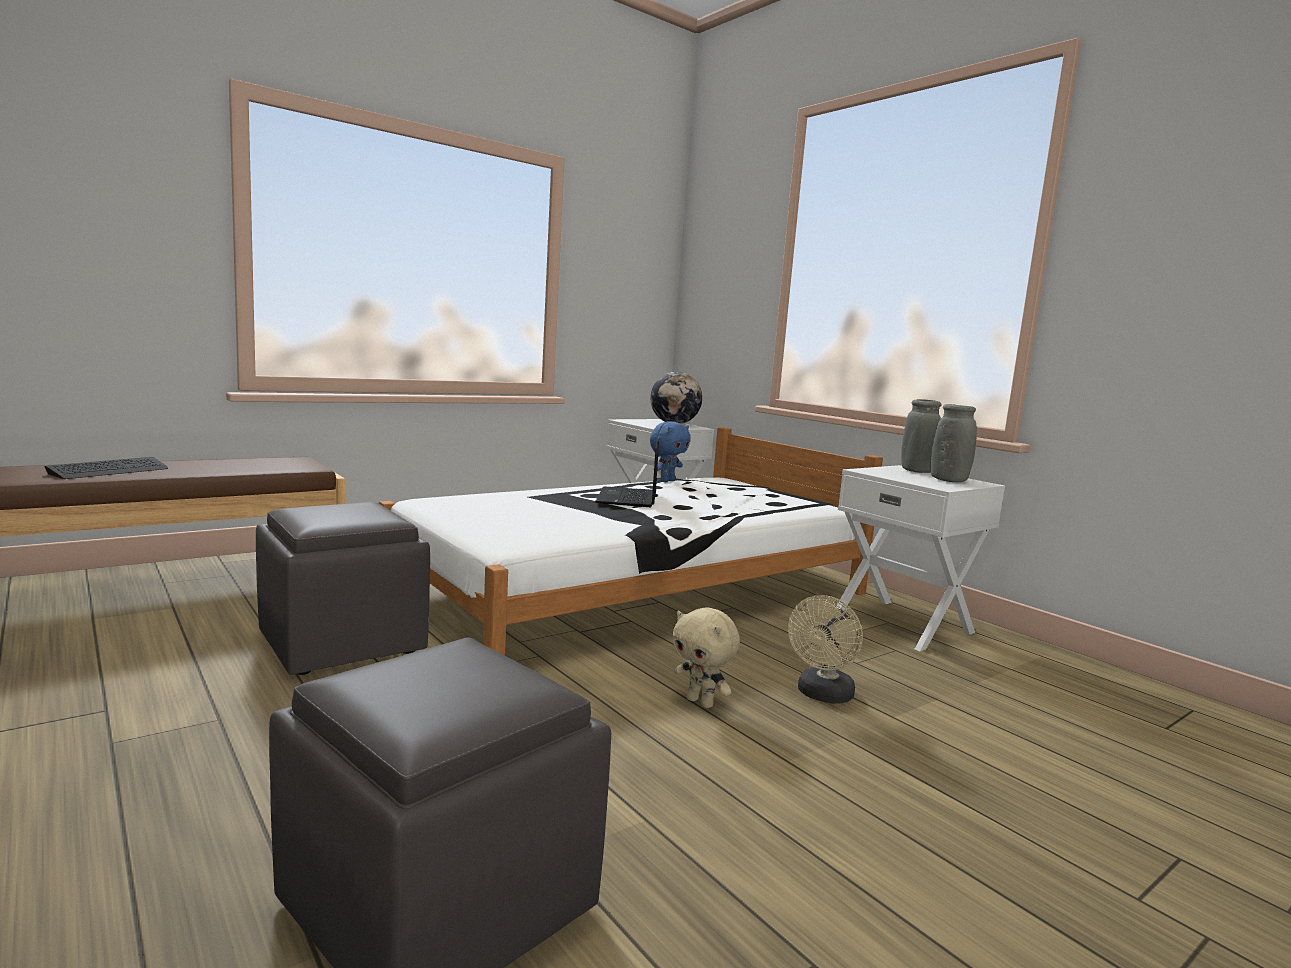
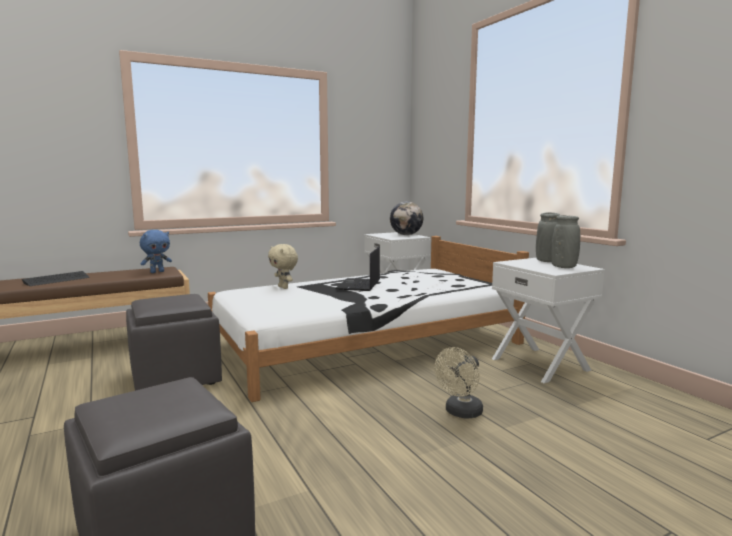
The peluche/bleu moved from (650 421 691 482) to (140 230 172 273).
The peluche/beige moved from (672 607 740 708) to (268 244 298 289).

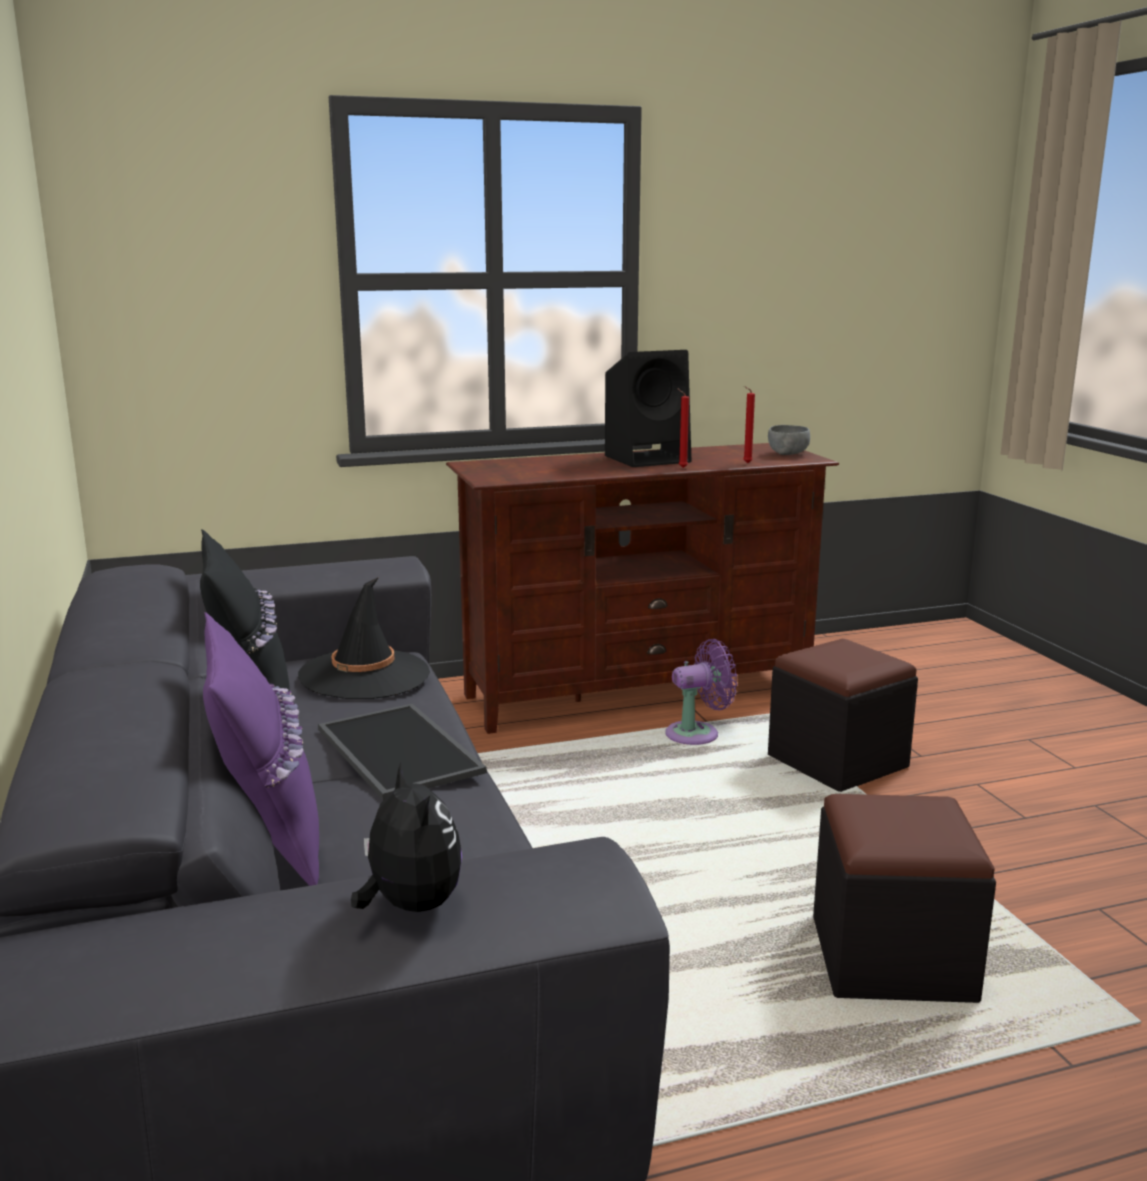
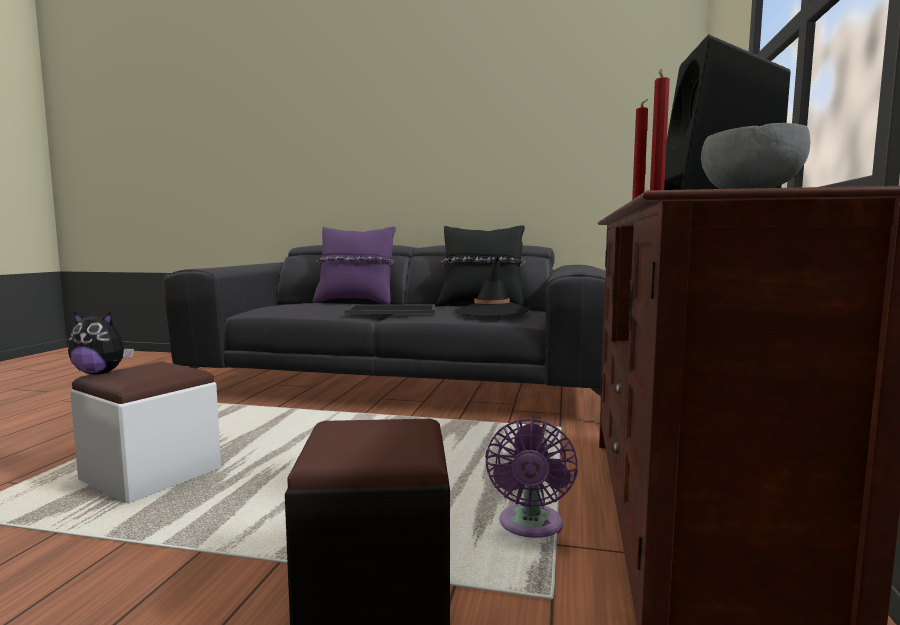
The peluche moved from (351 763 462 912) to (68 312 134 374).
The pouf/noir at (813 794 996 1003) became the pouf/blanc at (70 362 221 503).

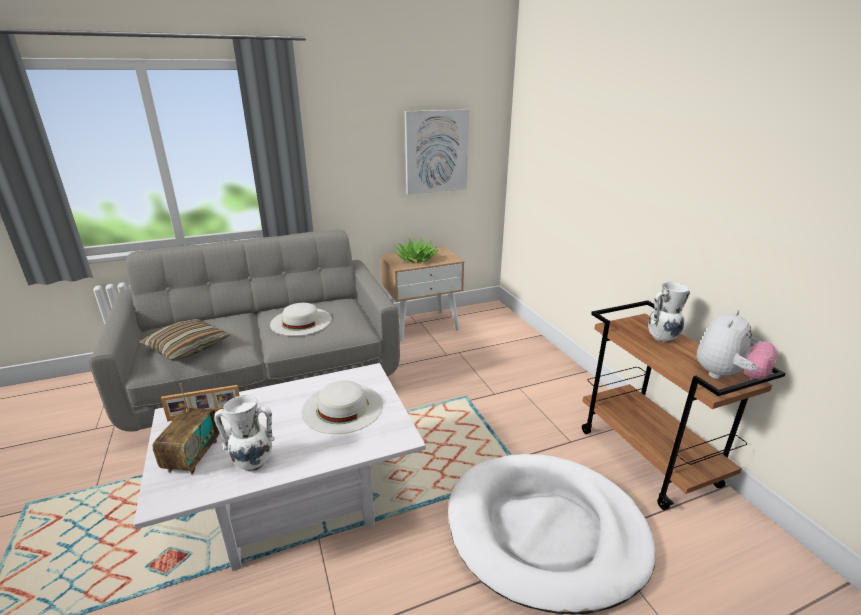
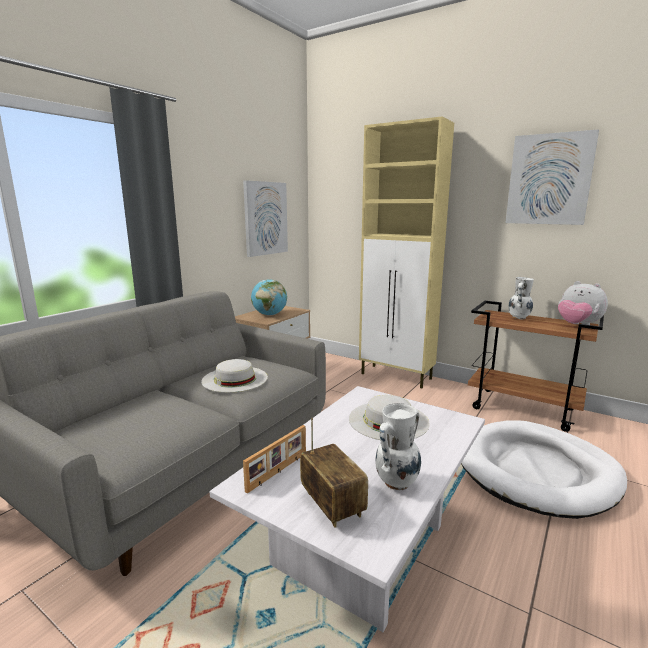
The coussin at (139 319 230 361) disappeared.
The plante en pot at (395 237 438 263) was replaced by the globe at (251 279 287 315).
The peluche at (697 310 777 379) turned 135 degrees clockwise.
The meuble de rangement/beige at (359 117 454 388) appeared.
The tableau at (505 129 599 225) appeared.

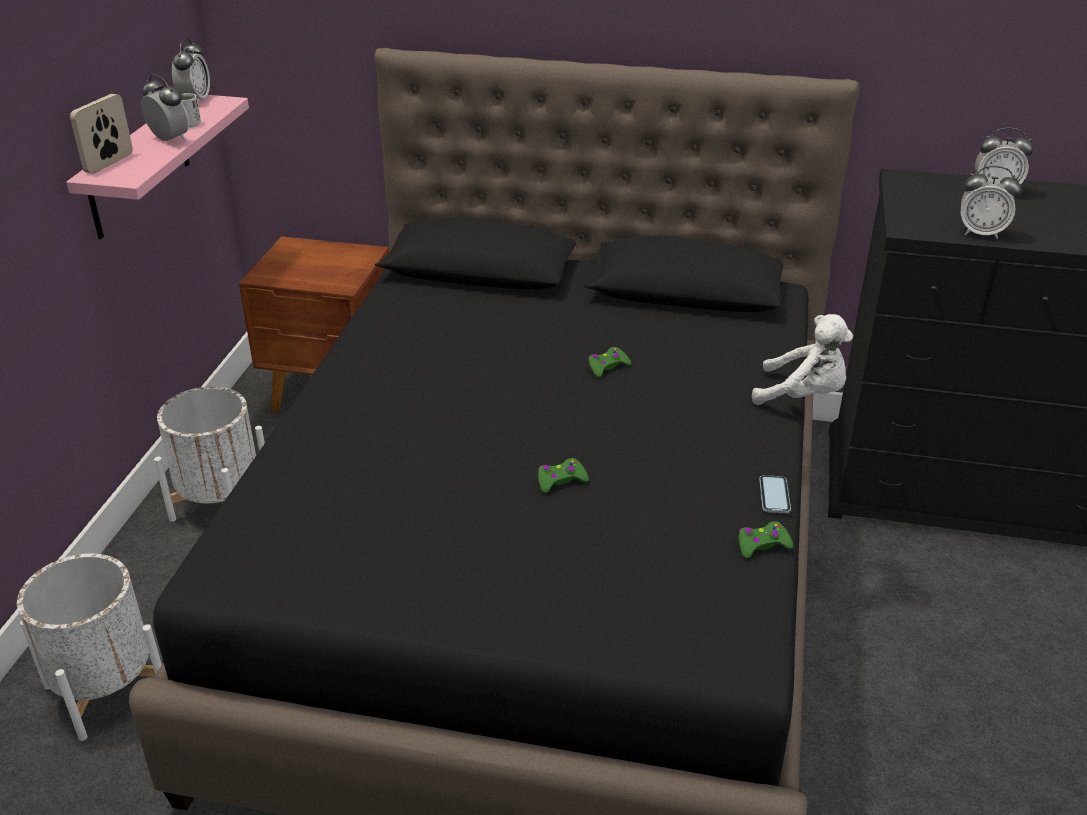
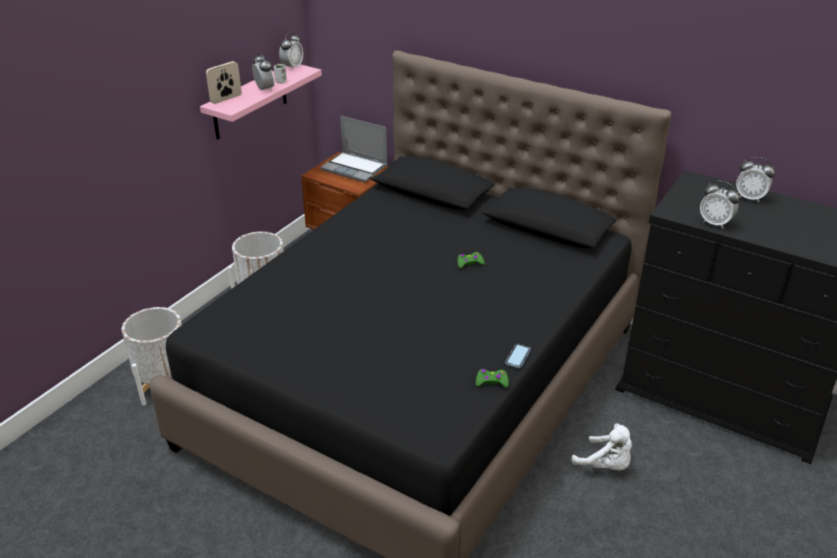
The manette/vert at (538 458 589 493) disappeared.
The peluche/blanc moved from (752 314 853 405) to (571 423 632 470).
The ordinateur portable at (320 116 388 182) appeared.

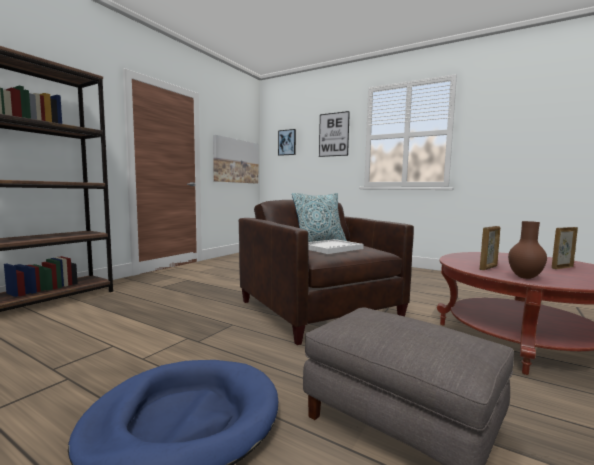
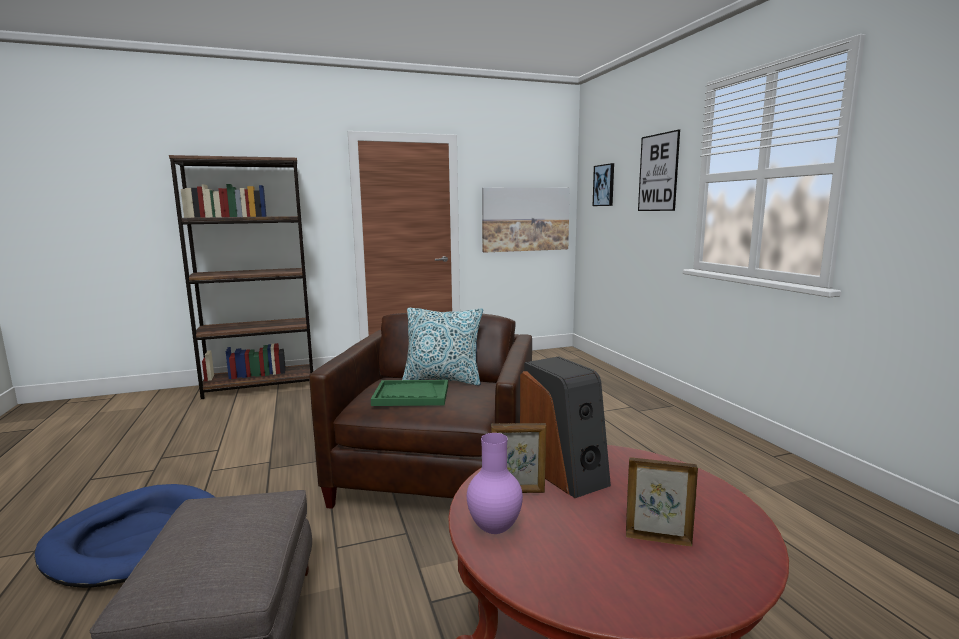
The plateau/blanc at (308 239 364 254) became the plateau/vert at (371 380 448 406).
The vase/marron at (508 221 547 279) became the vase/violet at (467 433 523 534).
The enceinte at (520 356 611 498) appeared.

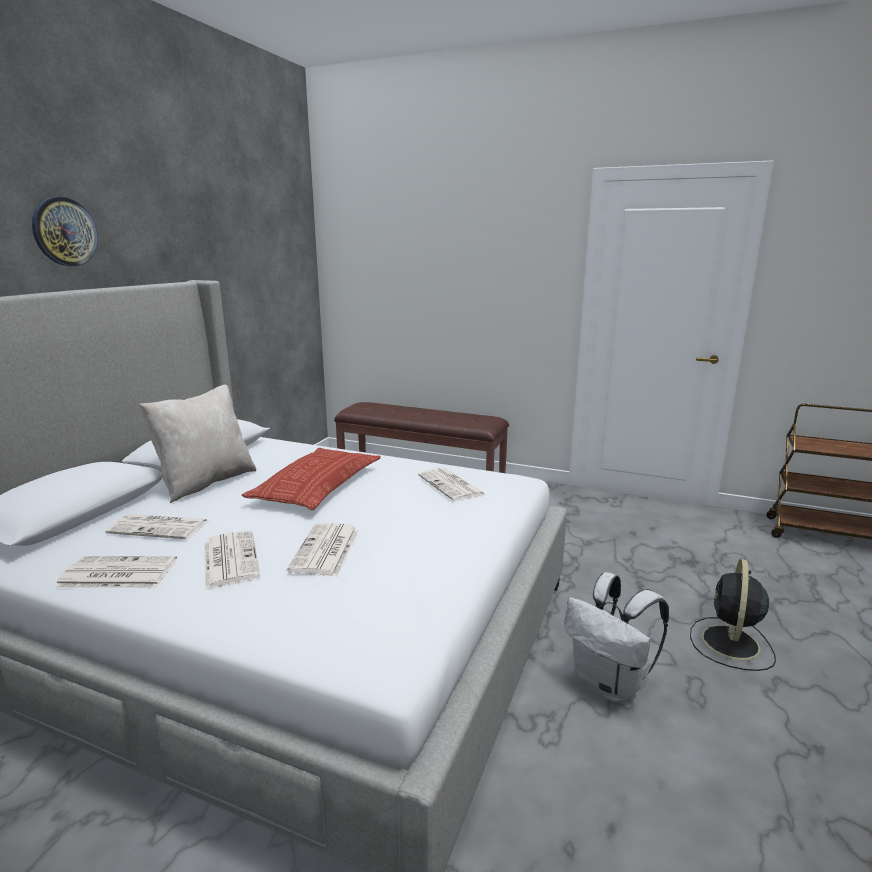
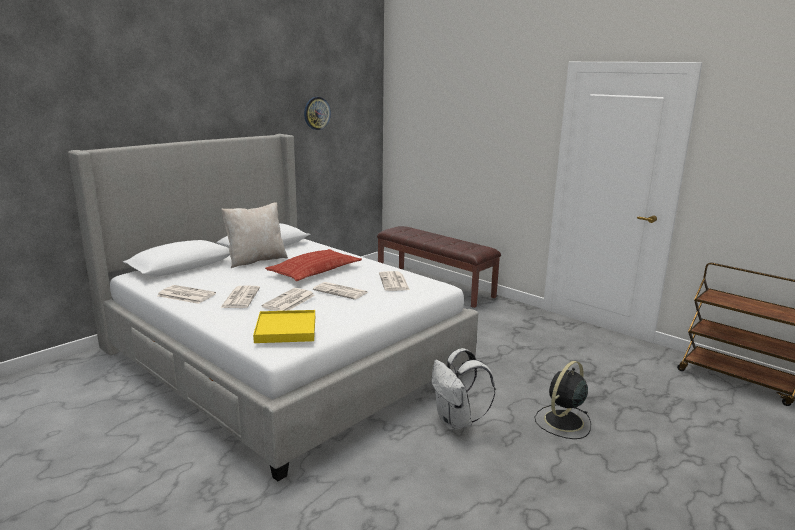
The horloge murale moved from (32 197 98 266) to (304 97 331 130).
The journal moved from (105 514 208 539) to (313 282 368 300).
The plateau/jaune at (253 310 315 343) appeared.

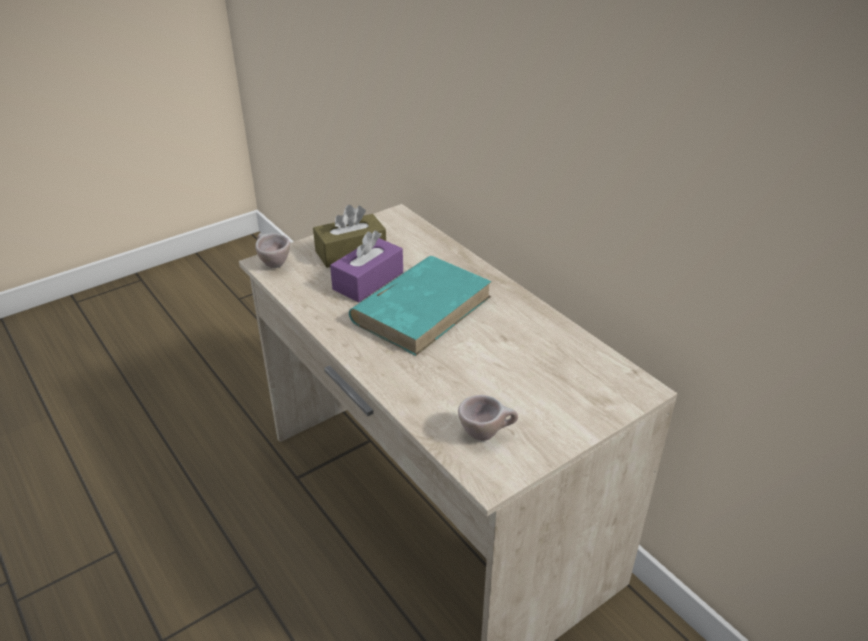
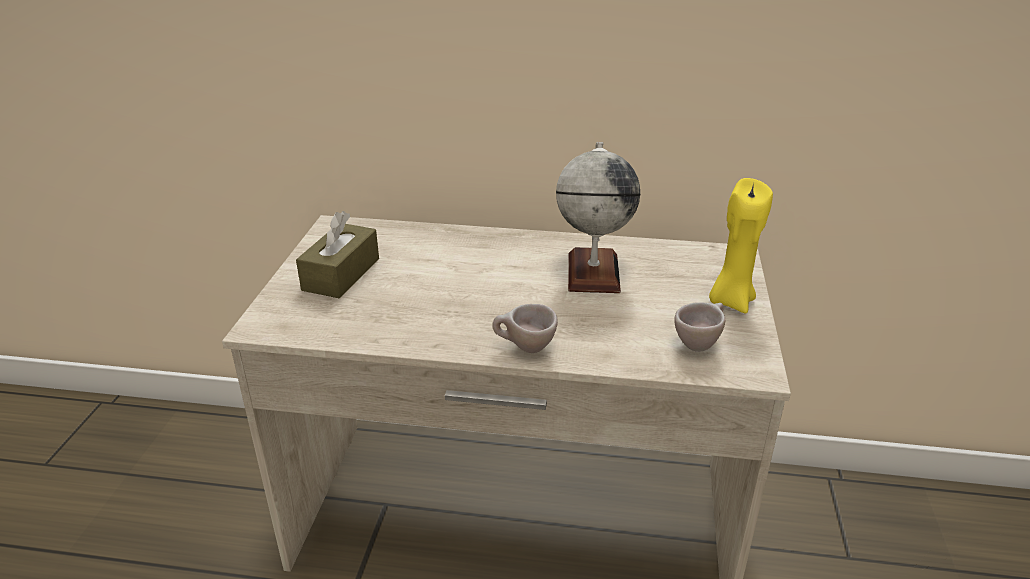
The tasse/beige moved from (255 233 290 268) to (492 304 558 353).
The boîte à mouchoirs/violet at (330 231 403 302) disappeared.
The livre/turquoise at (349 256 492 356) disappeared.
The globe at (556 142 640 293) appeared.
The bougie/jaune at (709 178 773 314) appeared.

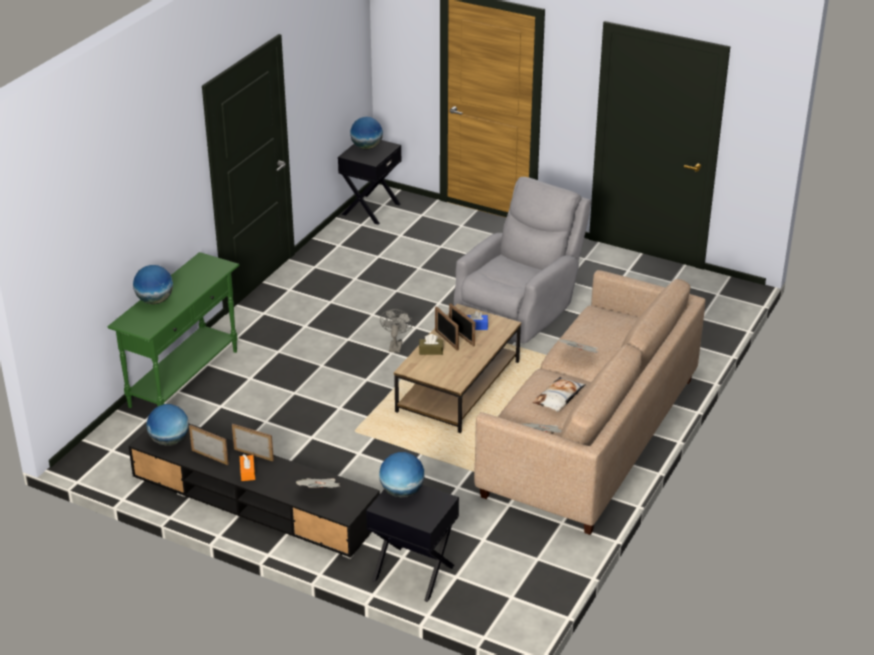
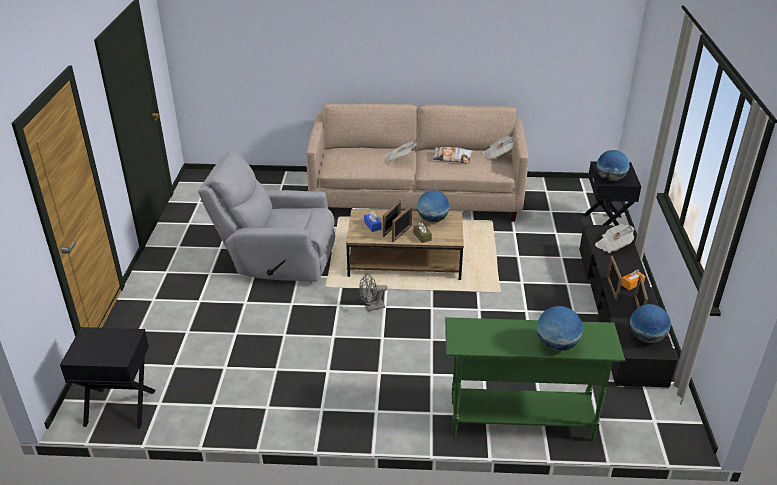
The globe moved from (350 117 383 149) to (417 191 449 223).

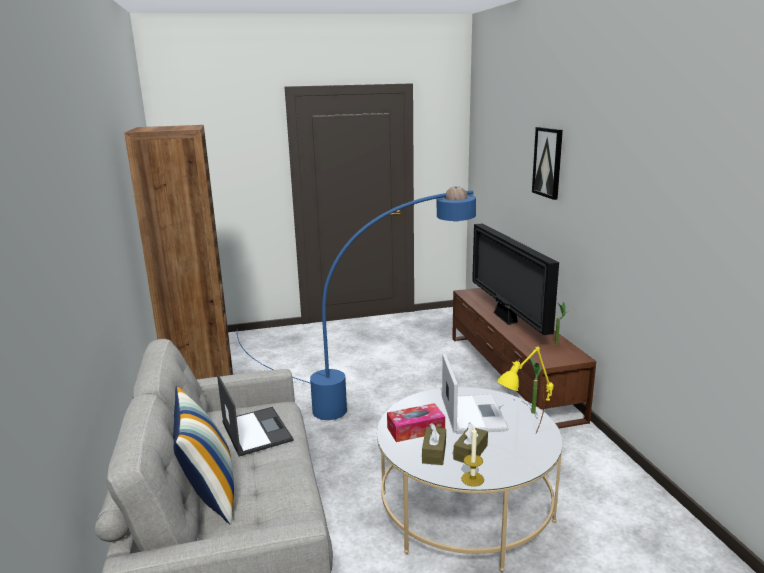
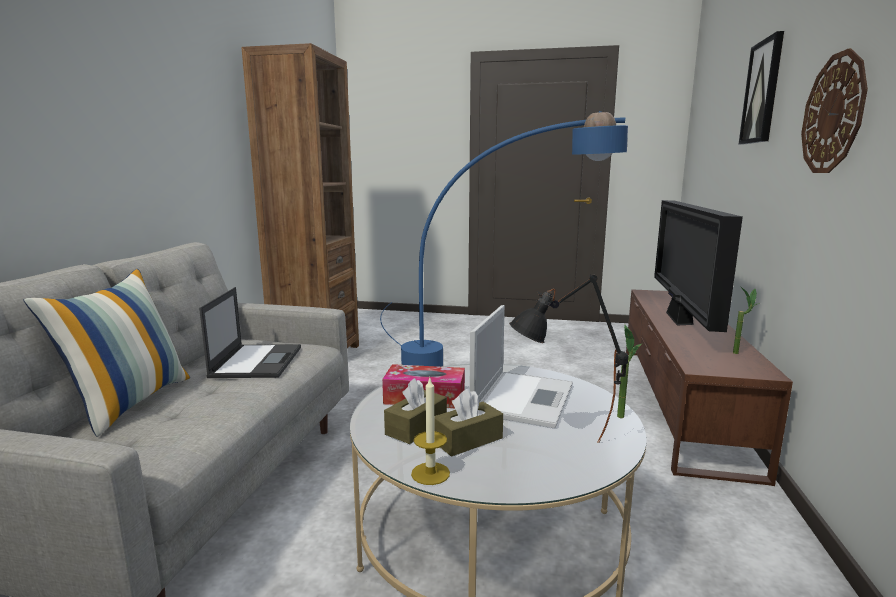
The lampe de table/jaune at (497 347 553 433) became the lampe de table/noir at (509 275 628 443).
The horloge murale at (801 48 868 173) appeared.

